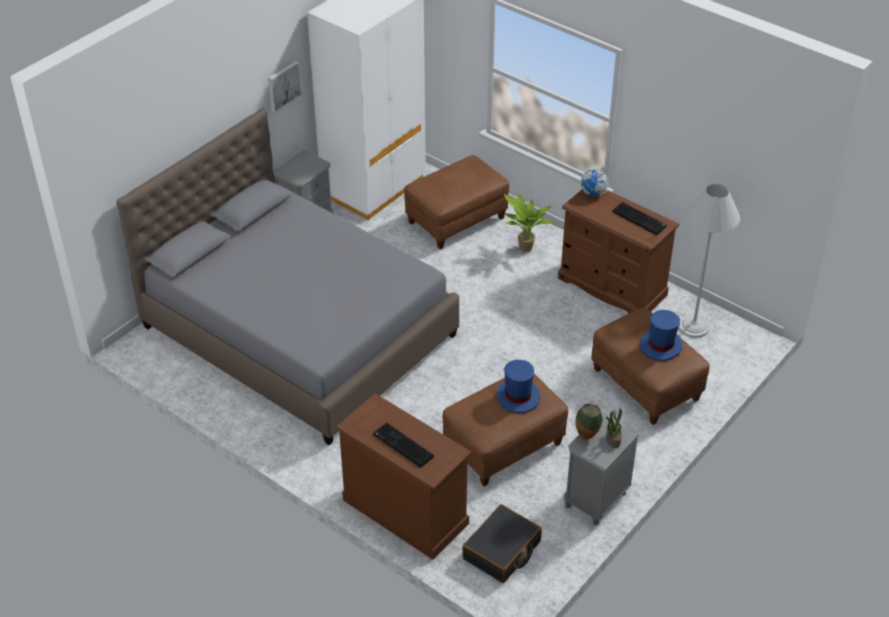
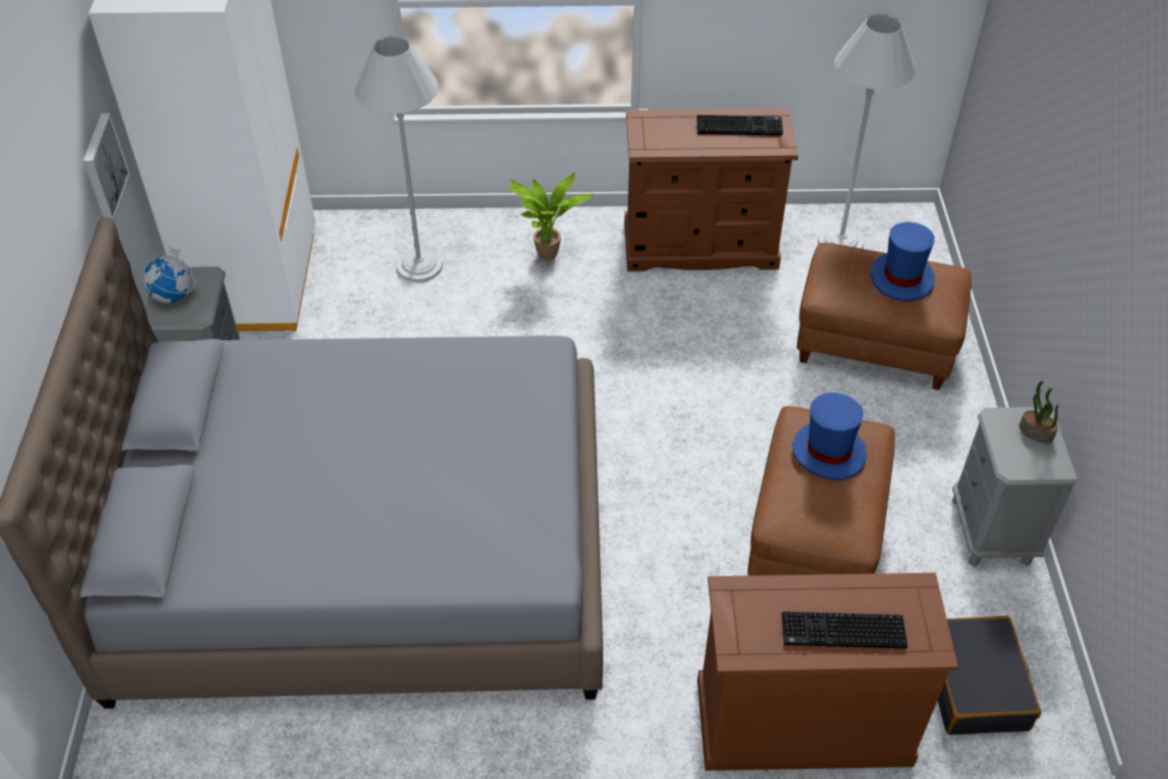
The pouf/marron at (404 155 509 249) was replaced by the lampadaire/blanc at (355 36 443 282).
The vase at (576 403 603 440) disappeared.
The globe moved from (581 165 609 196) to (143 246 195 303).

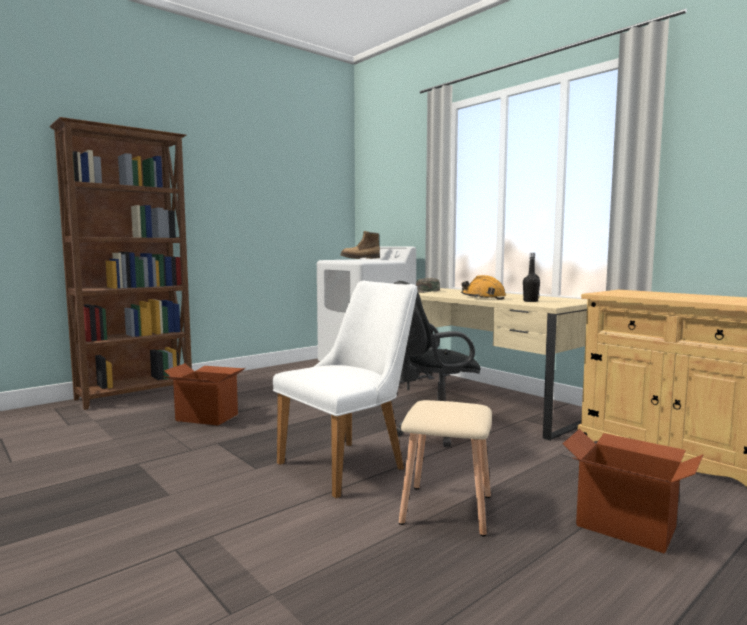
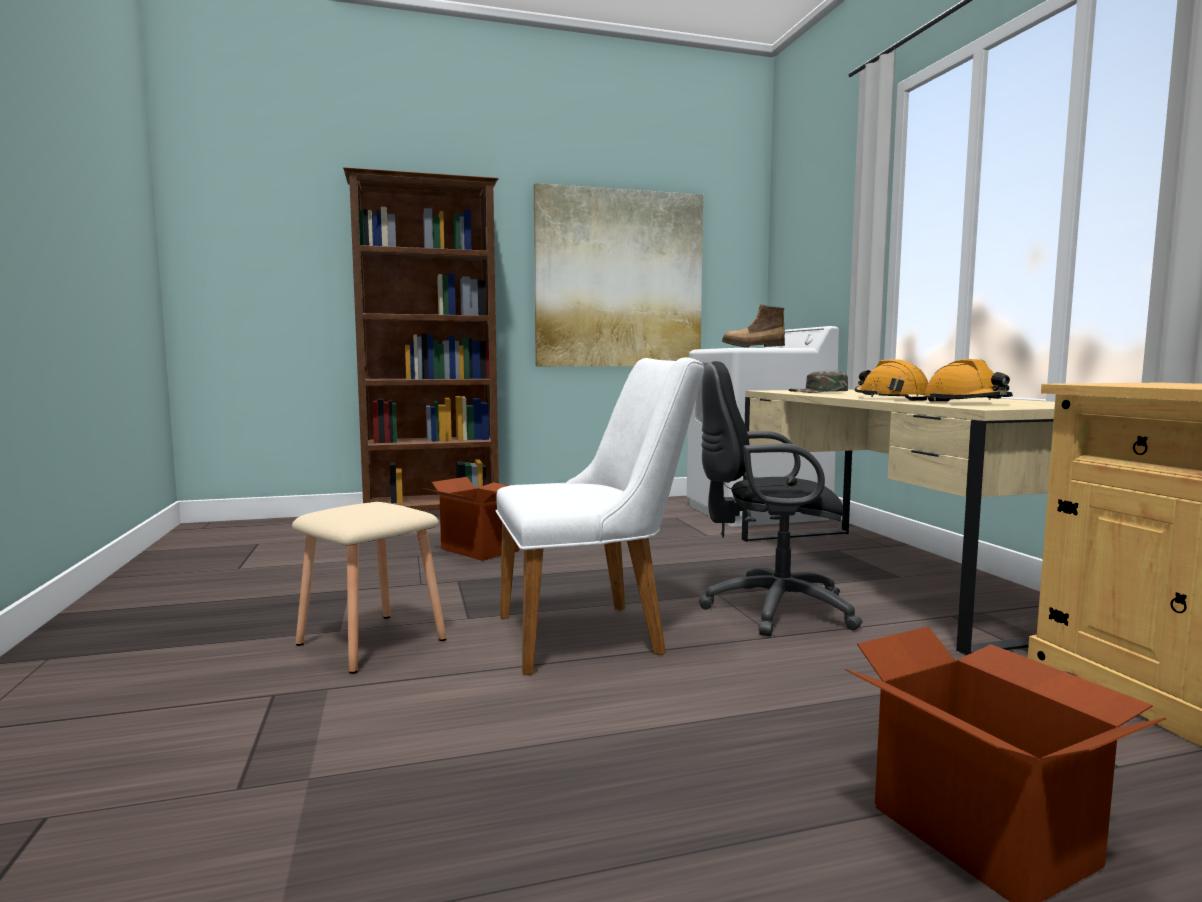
The tabouret/beige moved from (399 400 492 537) to (292 502 446 674).
The bouteille/noir at (523 253 540 302) was replaced by the casque de chantier/orange at (924 359 1013 401).
The tableau at (534 183 703 366) appeared.

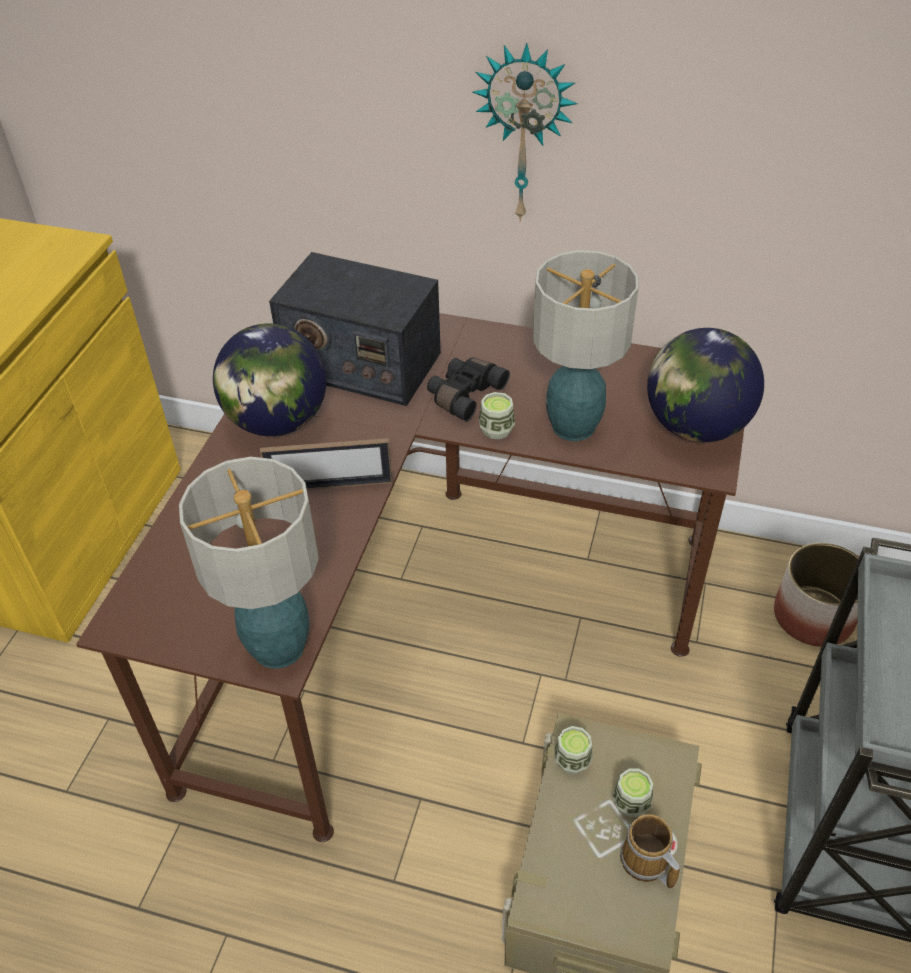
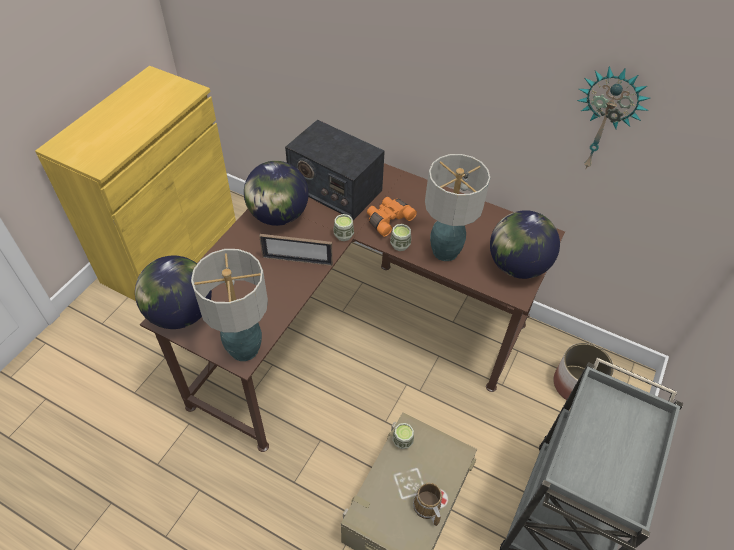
The jumelles/noir at (427 357 510 421) became the jumelles/orange at (367 197 417 237).
The horloge murale moved from (472 43 578 222) to (577 66 650 168).
The tasse moved from (612 769 653 817) to (334 214 354 241).
The globe at (135 256 212 329) appeared.

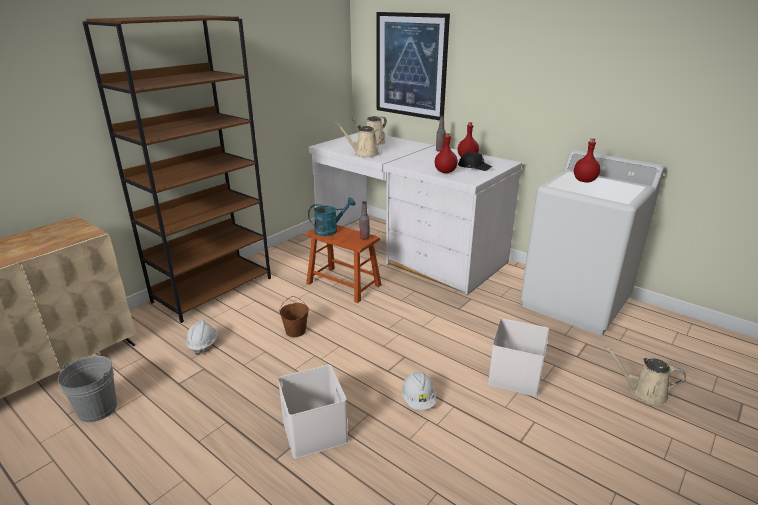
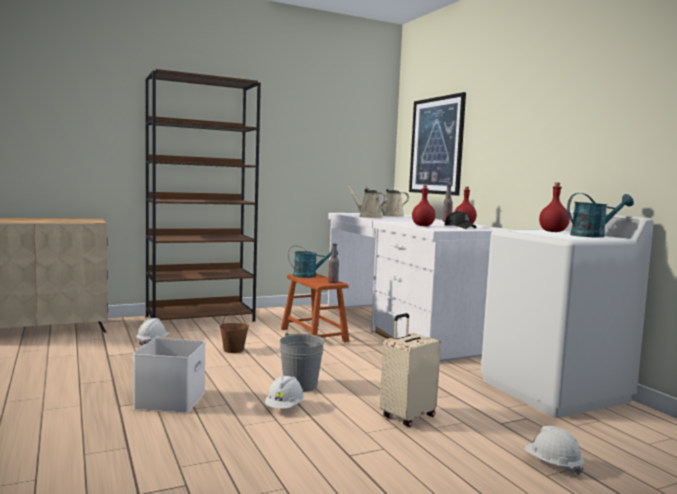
The seau/gris moved from (58 356 117 422) to (280 333 325 392).
The boîte de rangement/blanc at (488 318 549 397) was replaced by the valise/beige at (380 313 441 427).
The arrosoir/beige at (605 347 686 406) was replaced by the casque de chantier/blanc at (524 426 584 475).
The arrosoir/turquoise at (567 193 634 238) appeared.

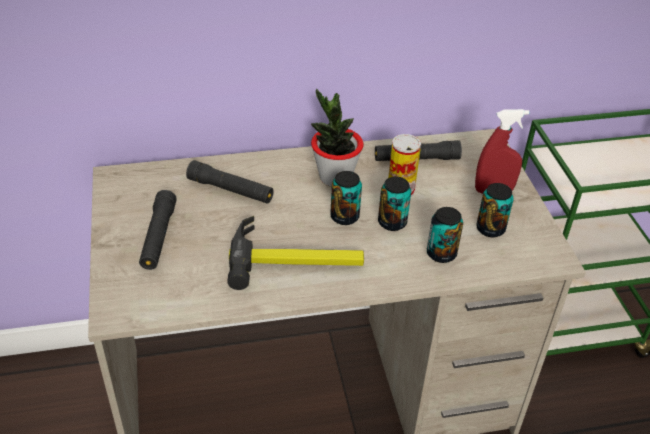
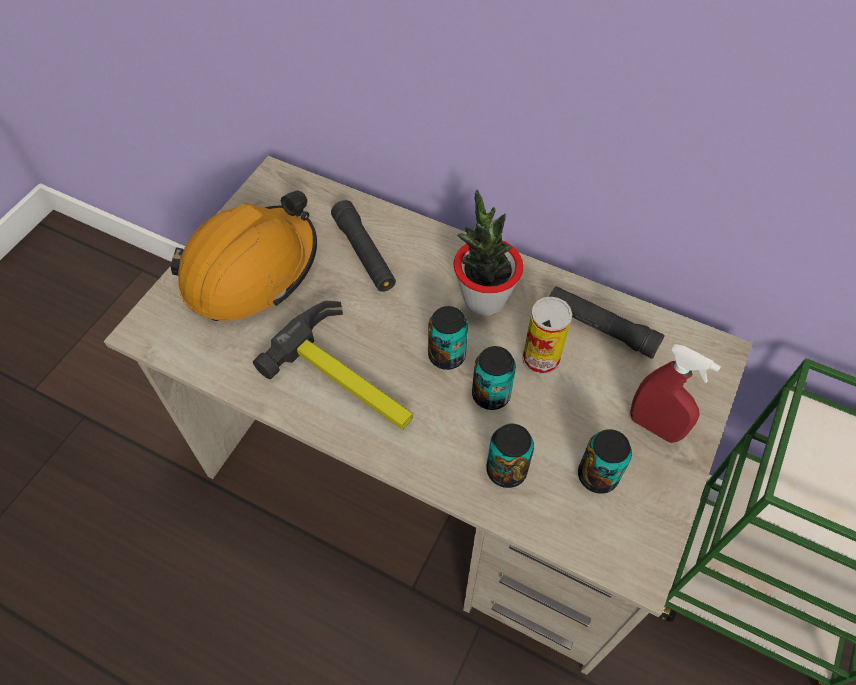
The lampe de poche/noir at (139 190 177 270) was replaced by the casque de chantier/orange at (170 191 317 321).

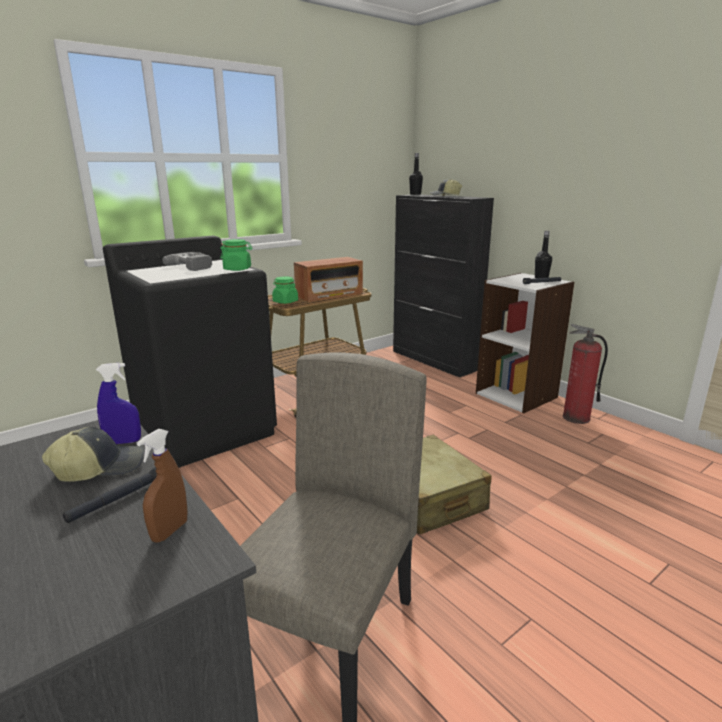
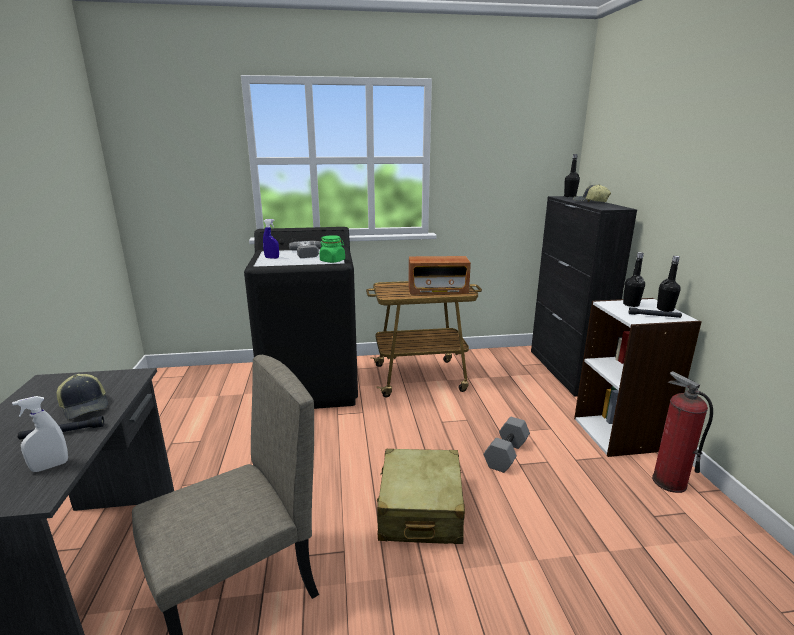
The casquette at (42 427 144 482) turned 45 degrees clockwise.
The vaporisateur/bleu moved from (96 363 141 444) to (263 219 279 259).
The vaporisateur/marron at (137 429 188 542) became the vaporisateur/blanc at (12 396 68 472).
The bocal/vert at (272 276 298 304) disappeared.
The haltère/gris at (484 417 530 473) appeared.
The bouteille/noir at (623 252 645 307) appeared.

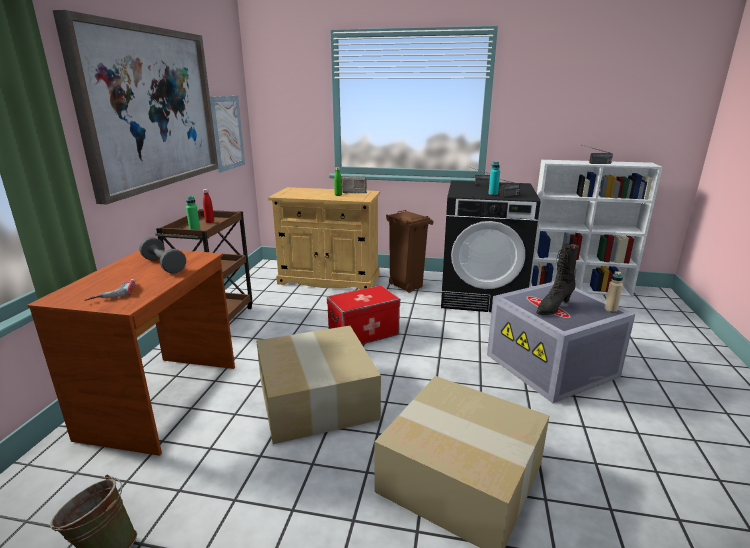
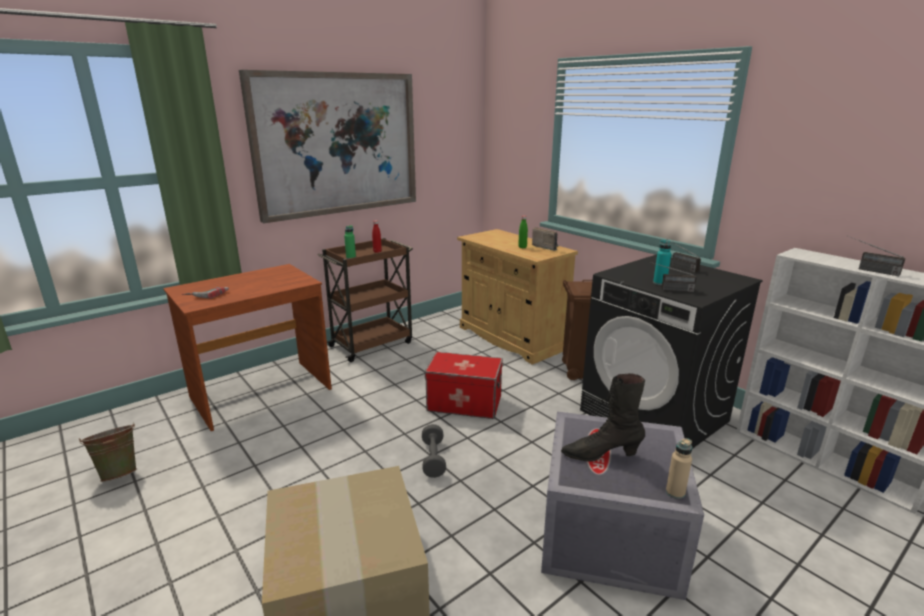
The haltère/gris moved from (139 237 186 274) to (422 424 446 478).
The tableau at (210 96 245 173) disappeared.
The carton at (256 326 381 444) disappeared.

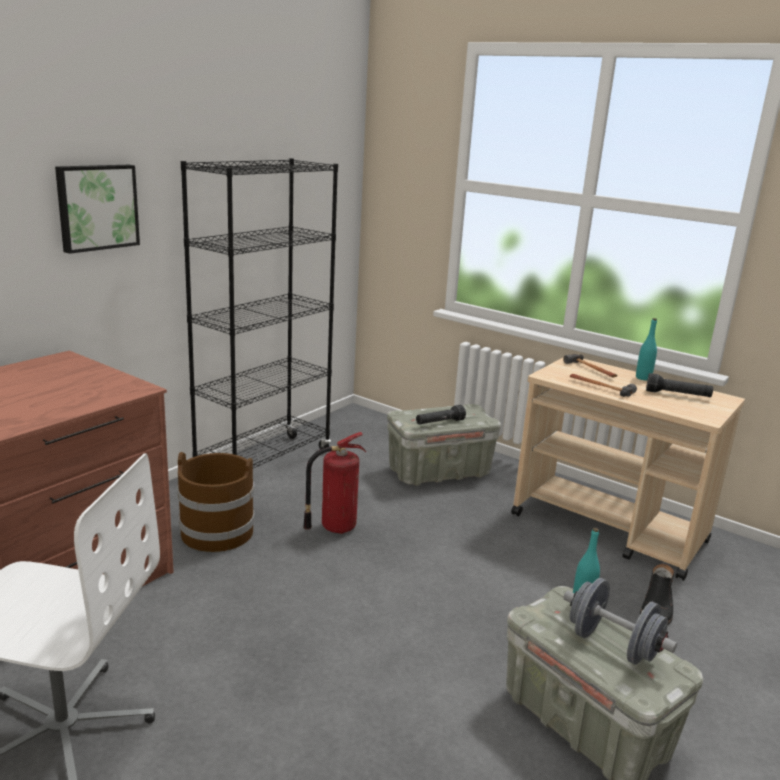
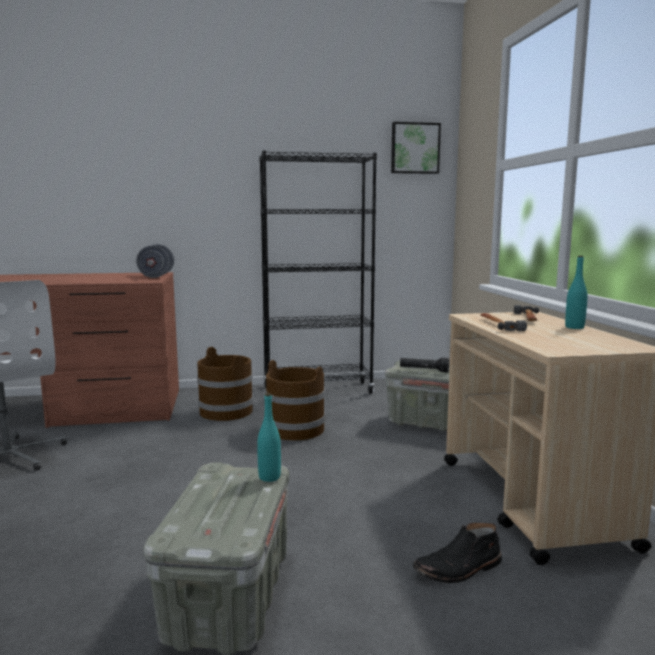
The tableau moved from (55 165 140 254) to (391 122 441 174).
The extincteur at (303 432 366 534) was replaced by the seau/marron at (265 360 325 440).
The haltère/gris moved from (564 578 677 665) to (136 244 174 278).
The lampe de poche/noir at (646 373 713 397) disappeared.

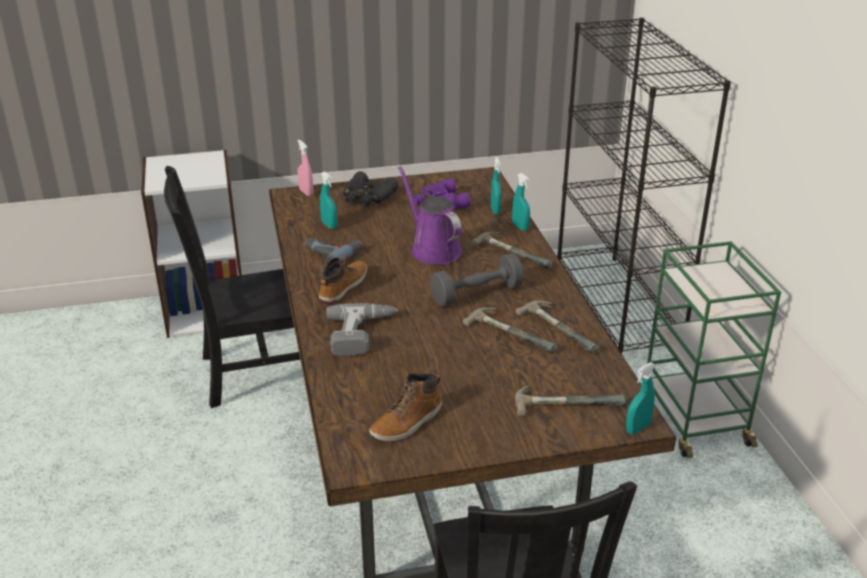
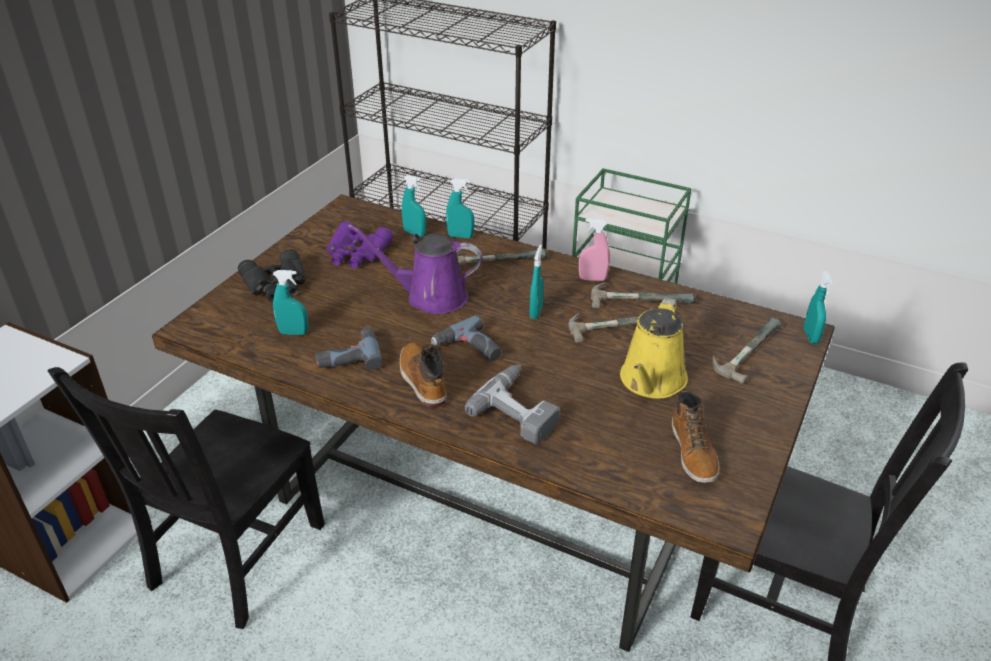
The vaporisateur/rose moved from (297 139 313 196) to (579 218 610 281).
The haltère/gris at (430 253 524 307) was replaced by the vaporisateur/turquoise at (530 245 544 319).
The perceuse at (431 315 501 361) appeared.
The arrosoir/jaune at (620 297 688 399) appeared.

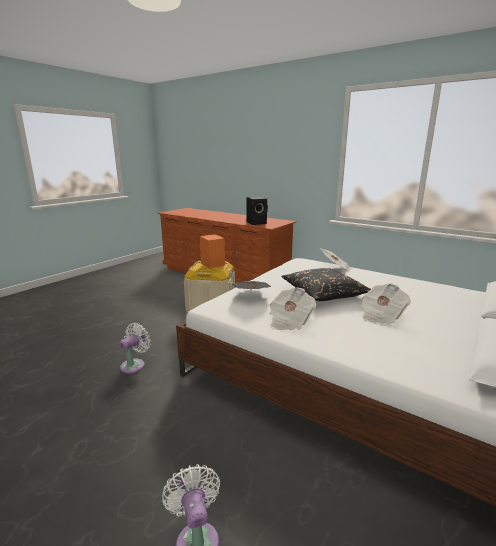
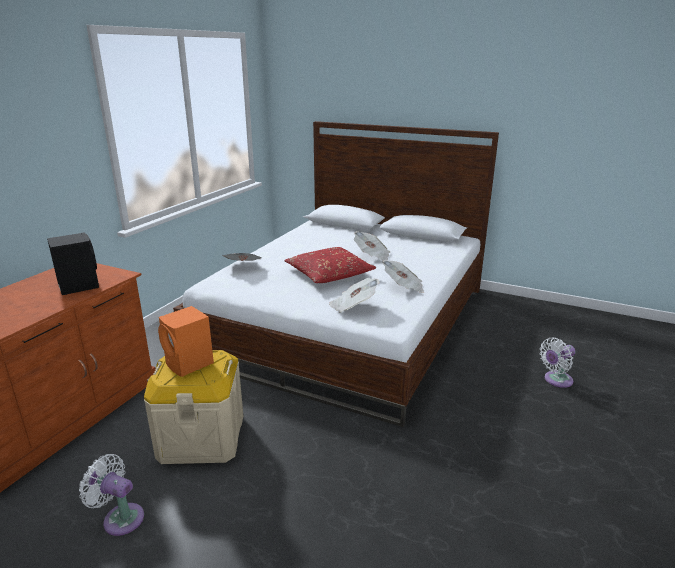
The ventilateur/blanc moved from (119 323 151 374) to (79 454 144 536).
The coussin/noir at (281 268 371 301) became the coussin/rouge at (284 247 376 283).

